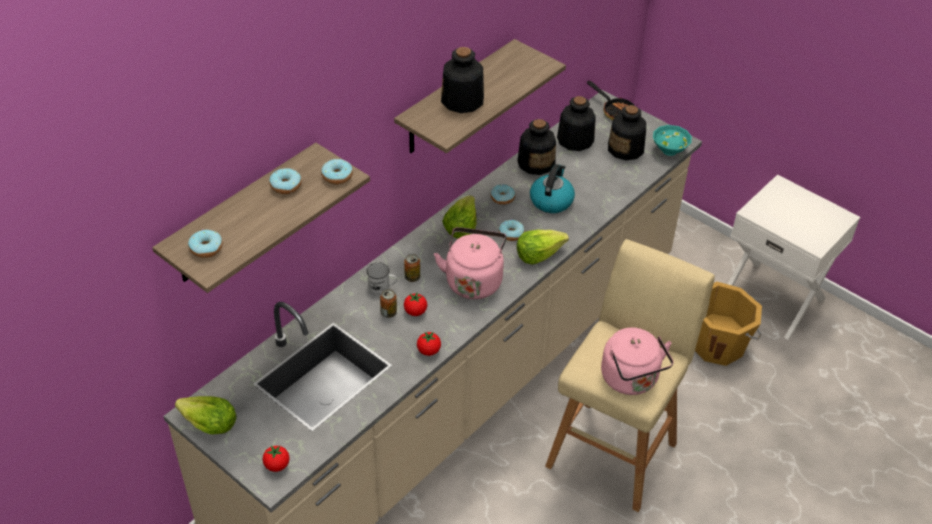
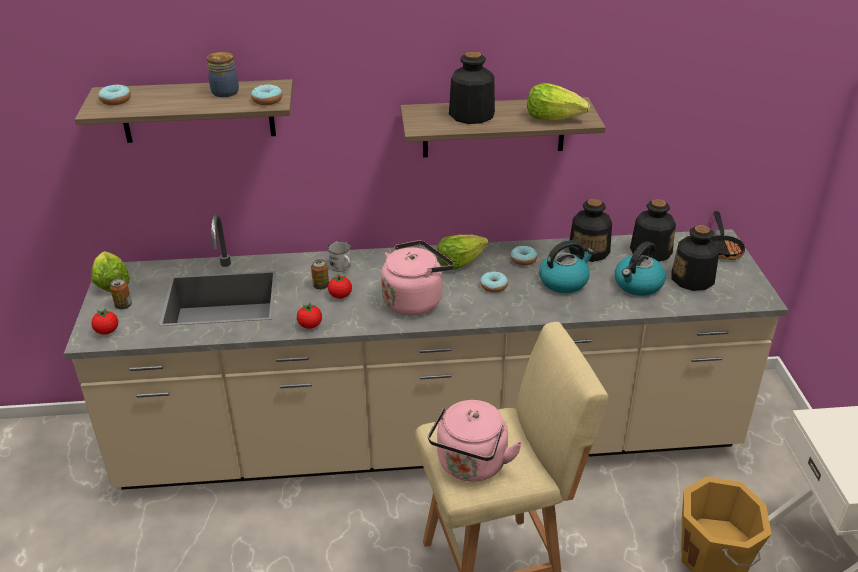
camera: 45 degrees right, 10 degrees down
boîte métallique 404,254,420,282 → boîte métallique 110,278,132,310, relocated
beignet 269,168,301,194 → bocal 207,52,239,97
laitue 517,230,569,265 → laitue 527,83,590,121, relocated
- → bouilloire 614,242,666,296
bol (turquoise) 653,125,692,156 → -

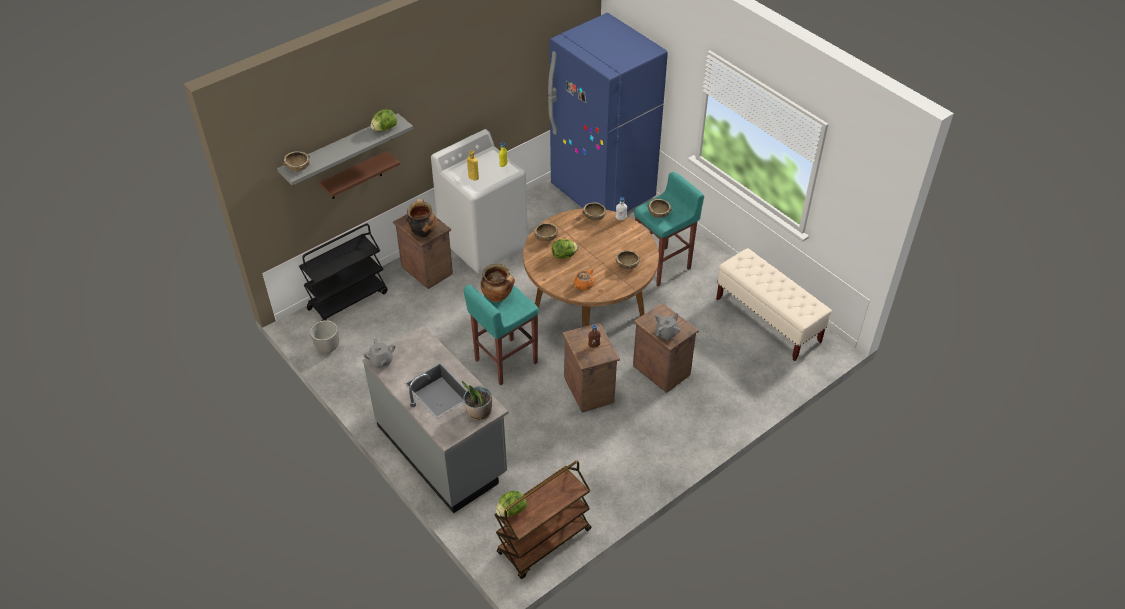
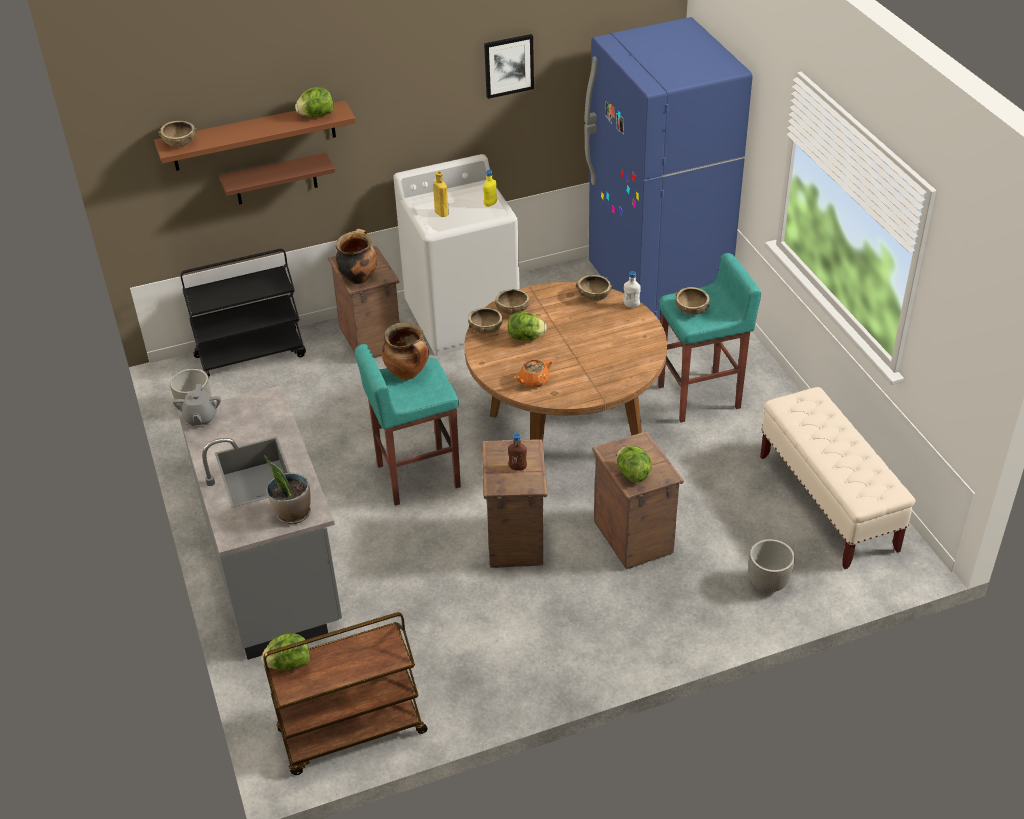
camera: 20 degrees right, 5 degrees down
étagère (gris) 277,113,413,186 → étagère (marron) 154,101,356,171
bol (marron) 616,250,640,270 → bol (marron) 468,307,504,334, relocated
- → tableau 484,34,534,99
théière (gris) 655,313,681,340 → laitue 617,446,652,483
- → cache-pot 749,539,795,593

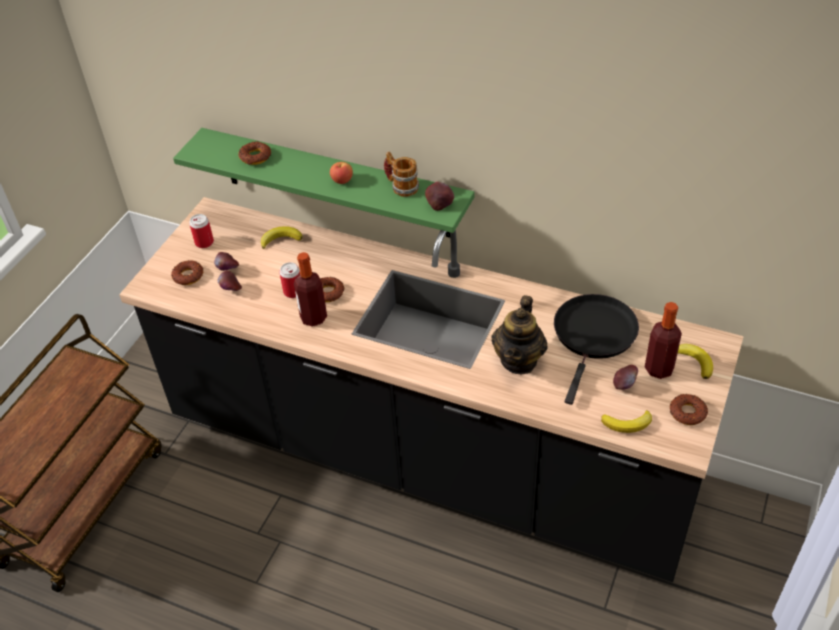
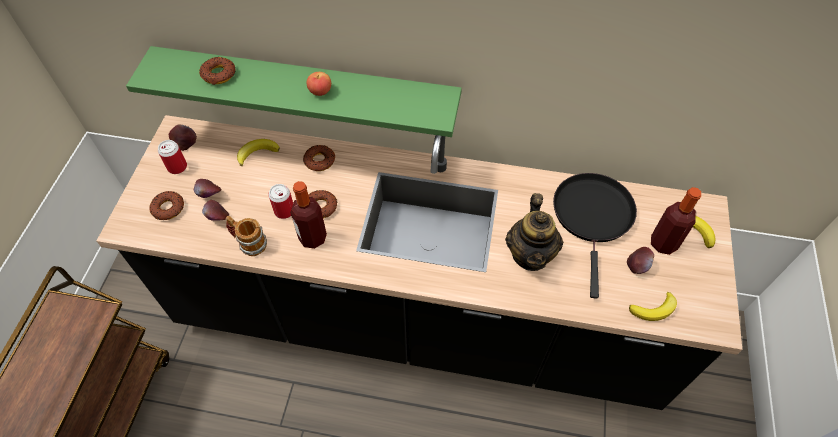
camera: 15 degrees left, 10 degrees up
pomme 425,181,454,211 → pomme 169,125,197,151, relocated
mug 384,152,419,197 → mug 226,216,267,256, relocated
beignet 670,394,708,425 → beignet 303,145,335,171, relocated

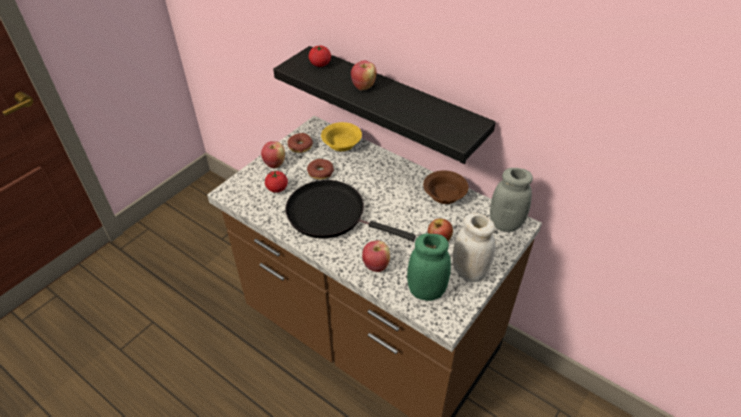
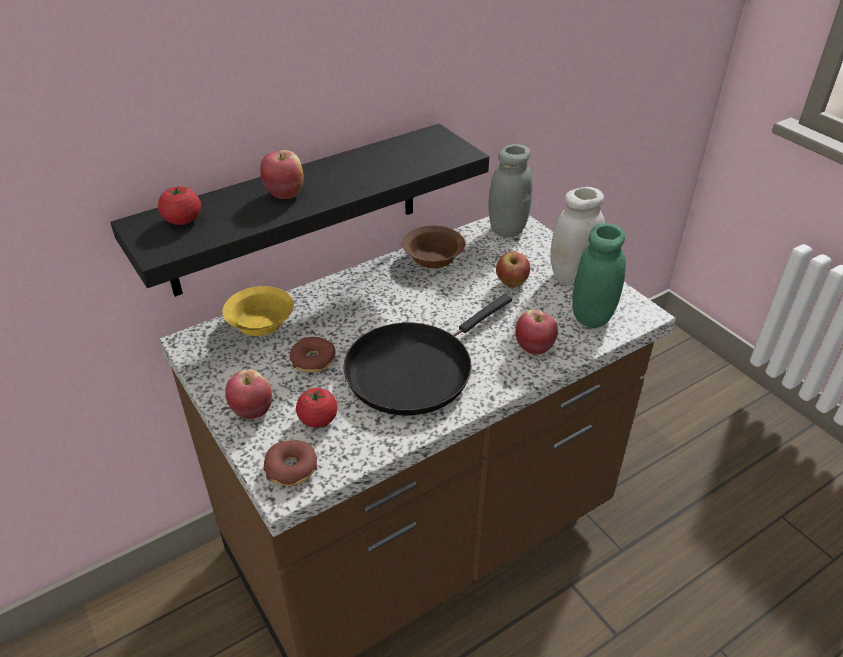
camera: 70 degrees left, 5 degrees down
beignet 288,133,313,153 → beignet 263,440,317,486, relocated

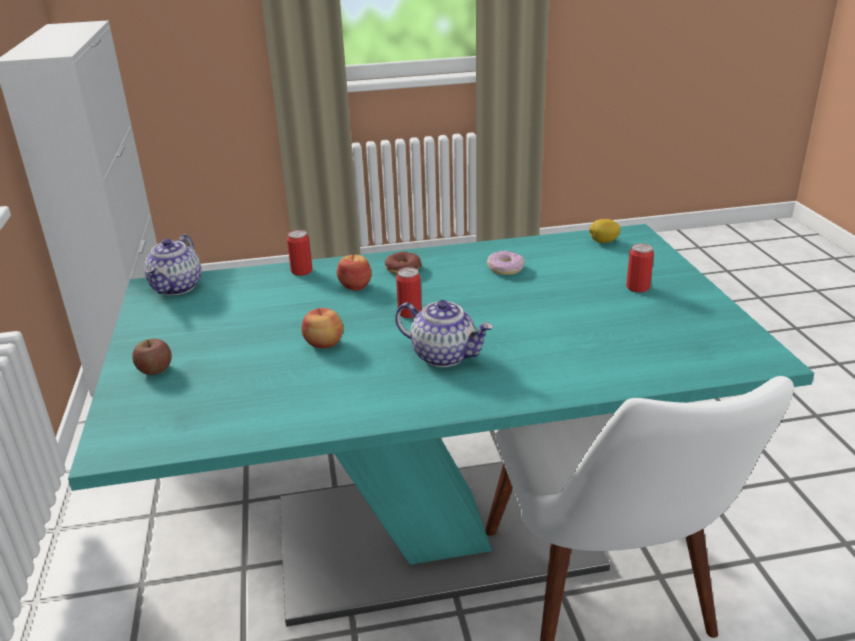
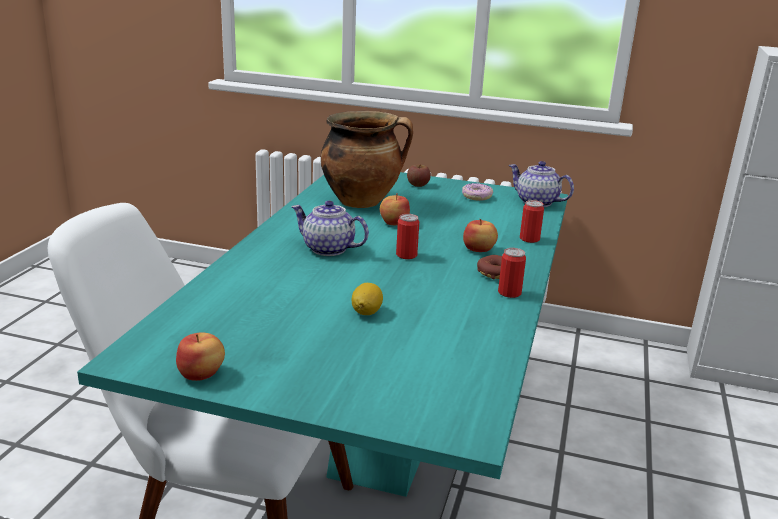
camera: 115 degrees right, 5 degrees down
- → pomme 176,333,225,381
théière 395,300,493,367 → théière 291,200,369,256, 60 degrees clockwise
- → marmite 321,111,413,208
citron 589,219,620,243 → citron 352,283,383,315, relocated
beignet 487,251,525,275 → beignet 462,183,493,201, relocated
boîte métallique 626,243,654,292 → boîte métallique 498,248,526,298, relocated

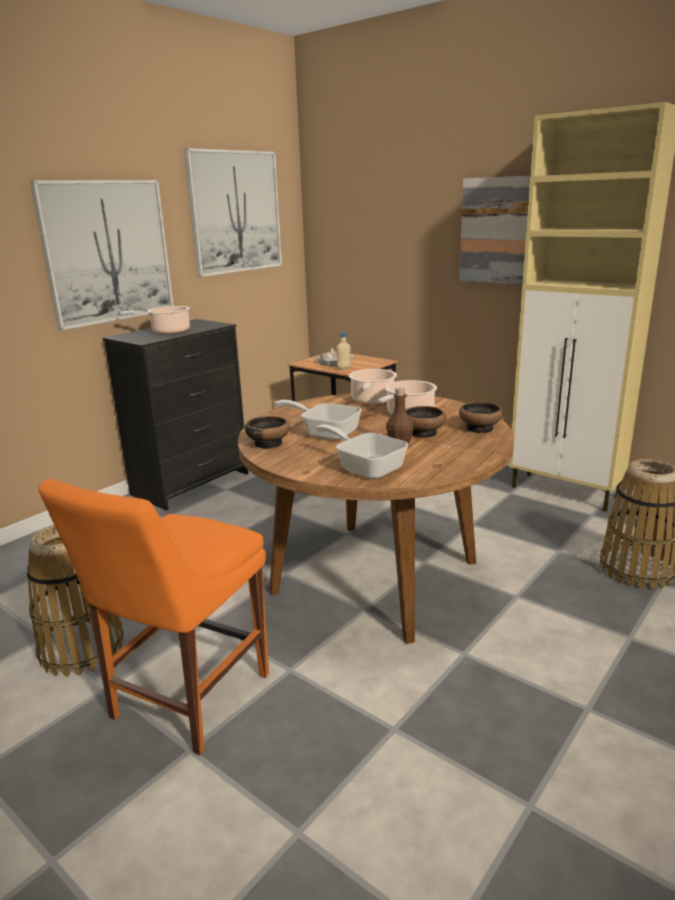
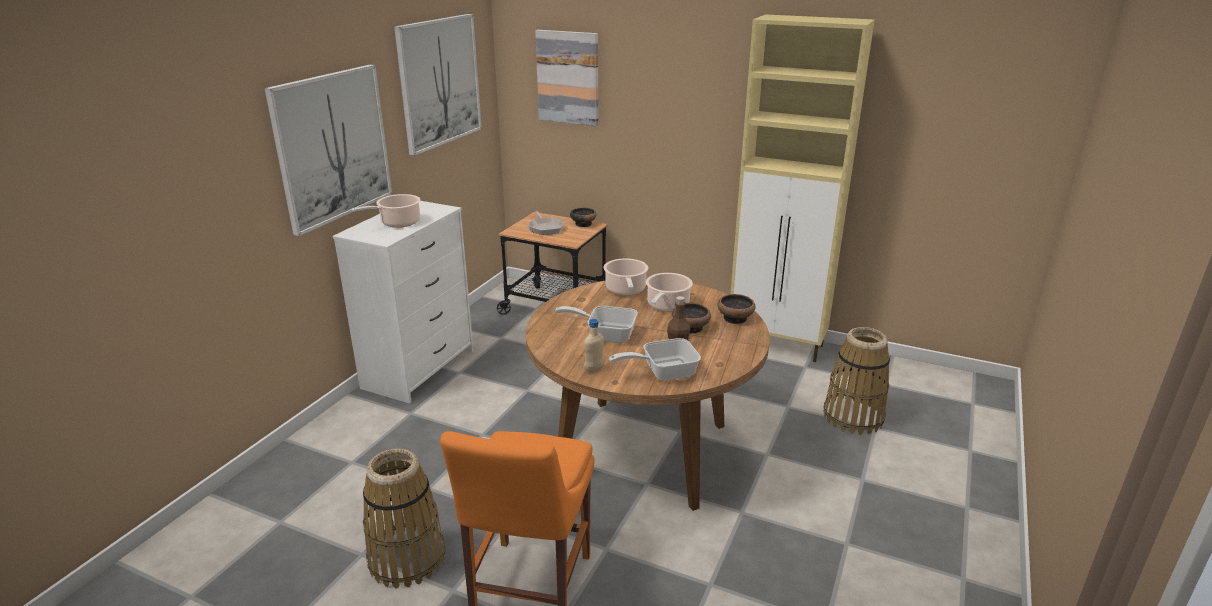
camera: 15 degrees left, 5 degrees up
commode (noir) 103,319,248,511 → commode (blanc) 333,201,474,404
tableau 459,176,530,285 → tableau 535,30,598,126, relocated
bol 245,416,290,449 → bol 570,208,597,227, relocated
bouteille (beige) 336,332,351,370 → bouteille (beige) 584,319,604,372, relocated
poêle 316,425,408,480 → poêle 609,338,701,381, 45 degrees counterclockwise

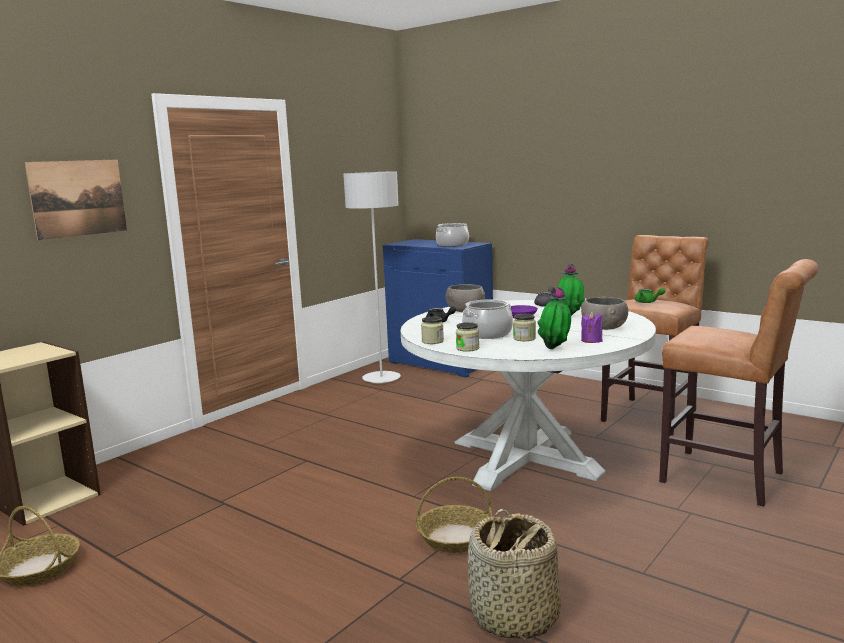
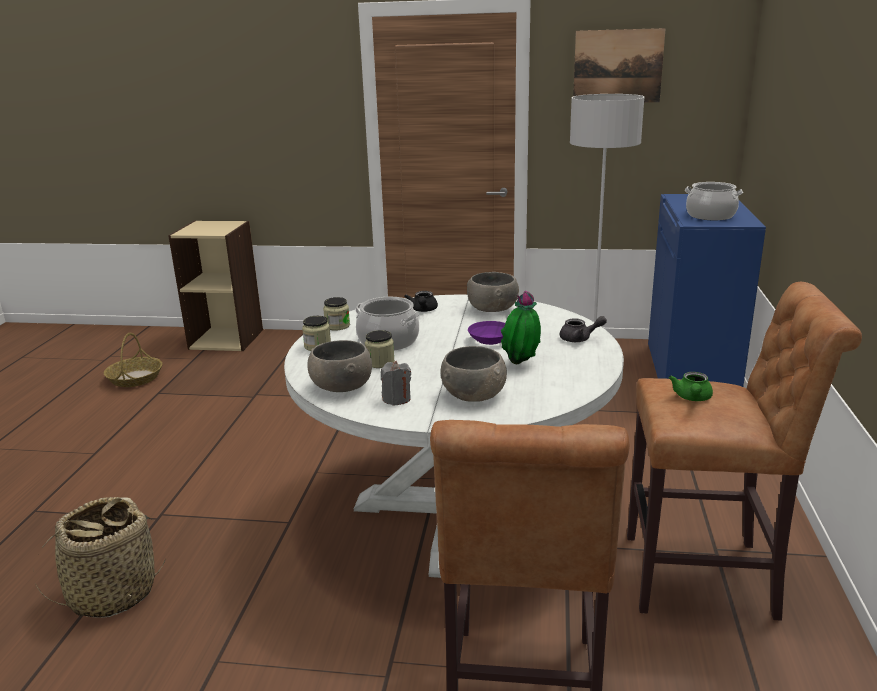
camera: 60 degrees right, 10 degrees up
plante en pot 537,287,571,349 → bol (gris) 307,340,372,392
bougie (violet) 581,311,602,343 → bougie (gris) 381,361,411,406
tableau 25,159,127,240 → tableau 573,28,666,103, relocated
panier 416,477,493,553 → -

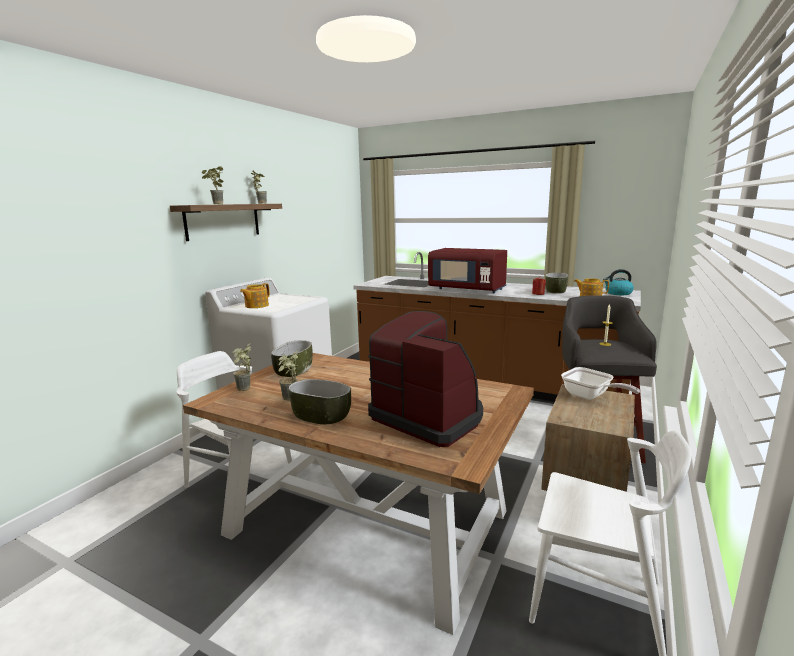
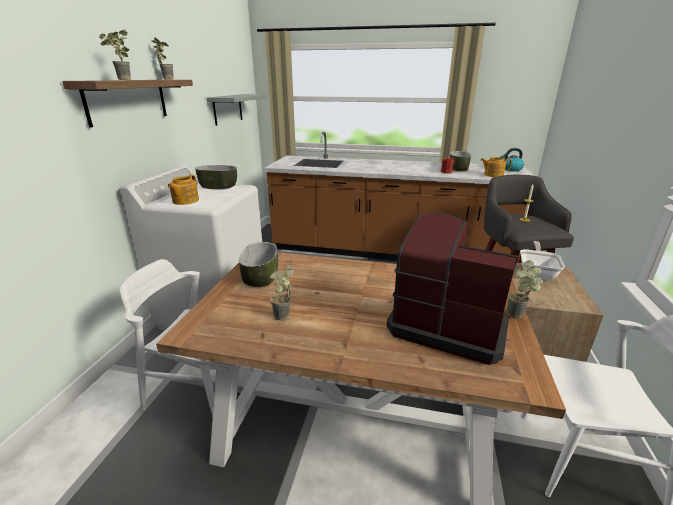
camera: 15 degrees left, 10 degrees up
bol 289,379,351,425 → bol 195,165,237,189, relocated
- → étagère (gris) 207,94,267,126
plante en pot 232,342,251,391 → plante en pot 507,260,543,319, relocated
poêle 561,367,640,400 → poêle 520,241,565,280, 105 degrees counterclockwise
micro-ondes (rouge) 428,248,507,293 → -

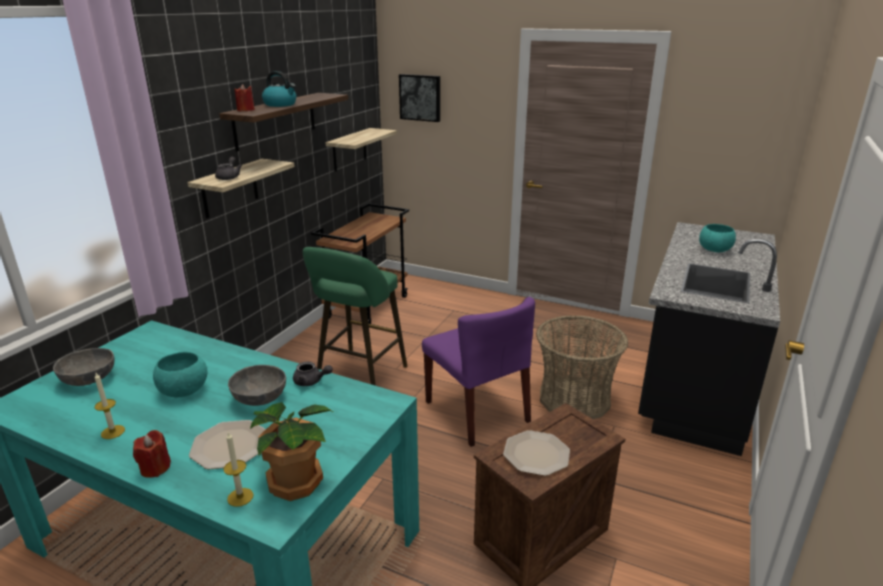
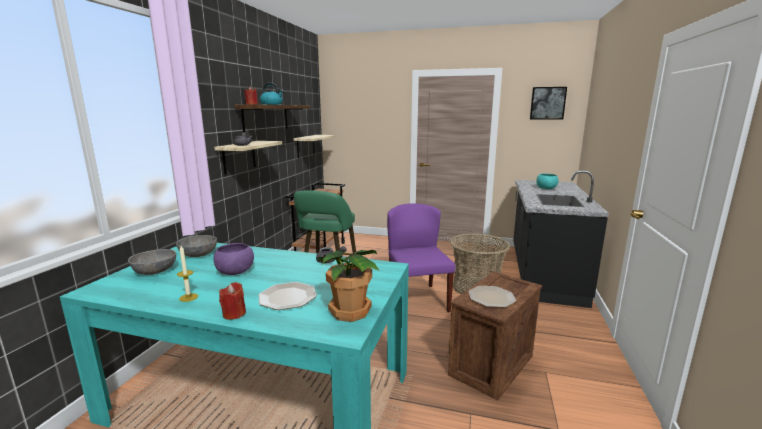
camera: 10 degrees left, 10 degrees down
bol (gris) 228,365,286,406 → bol (gris) 176,235,217,257, relocated
bol (turquoise) 153,352,207,398 → bol (violet) 213,243,254,275
chaise (violet) 422,297,535,447 → chaise (violet) 387,204,456,312, 150 degrees counterclockwise
tableau 399,74,440,122 → tableau 530,87,567,120, relocated
bougie 223,432,254,507 → -

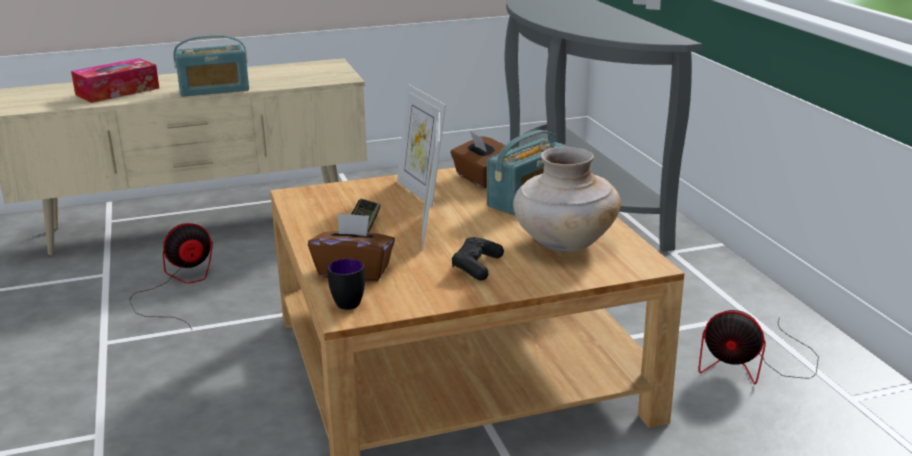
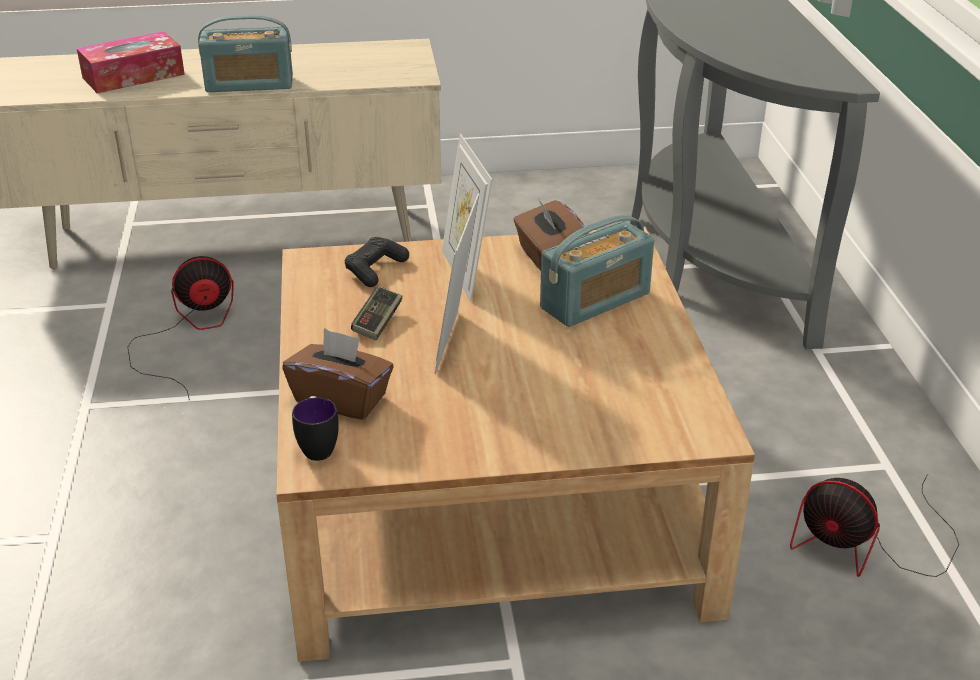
camera: 10 degrees right, 10 degrees up
manette (noir) 452,237,504,281 → manette (noir) 345,237,409,287, relocated
vase (beige) 513,147,621,252 → -

